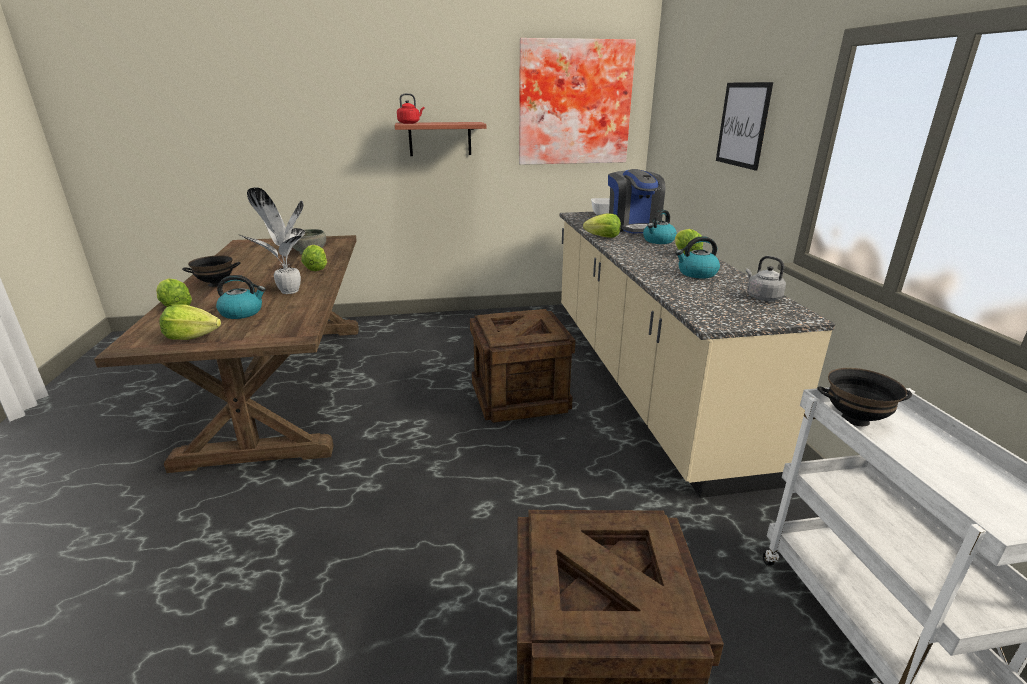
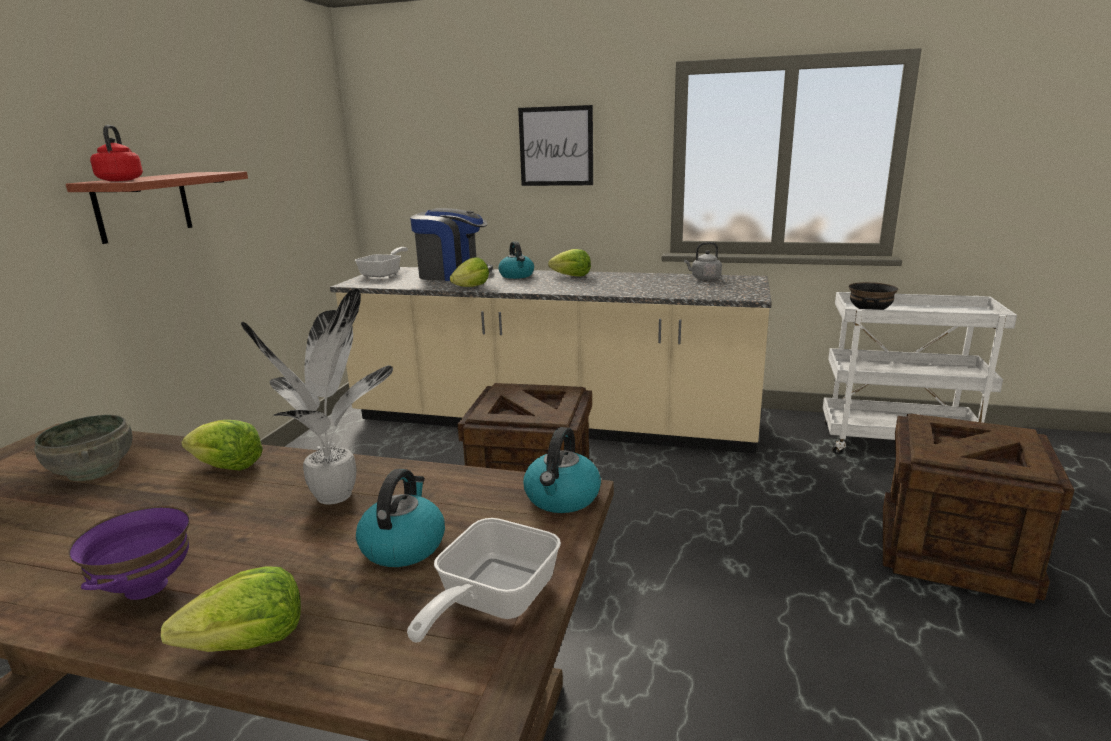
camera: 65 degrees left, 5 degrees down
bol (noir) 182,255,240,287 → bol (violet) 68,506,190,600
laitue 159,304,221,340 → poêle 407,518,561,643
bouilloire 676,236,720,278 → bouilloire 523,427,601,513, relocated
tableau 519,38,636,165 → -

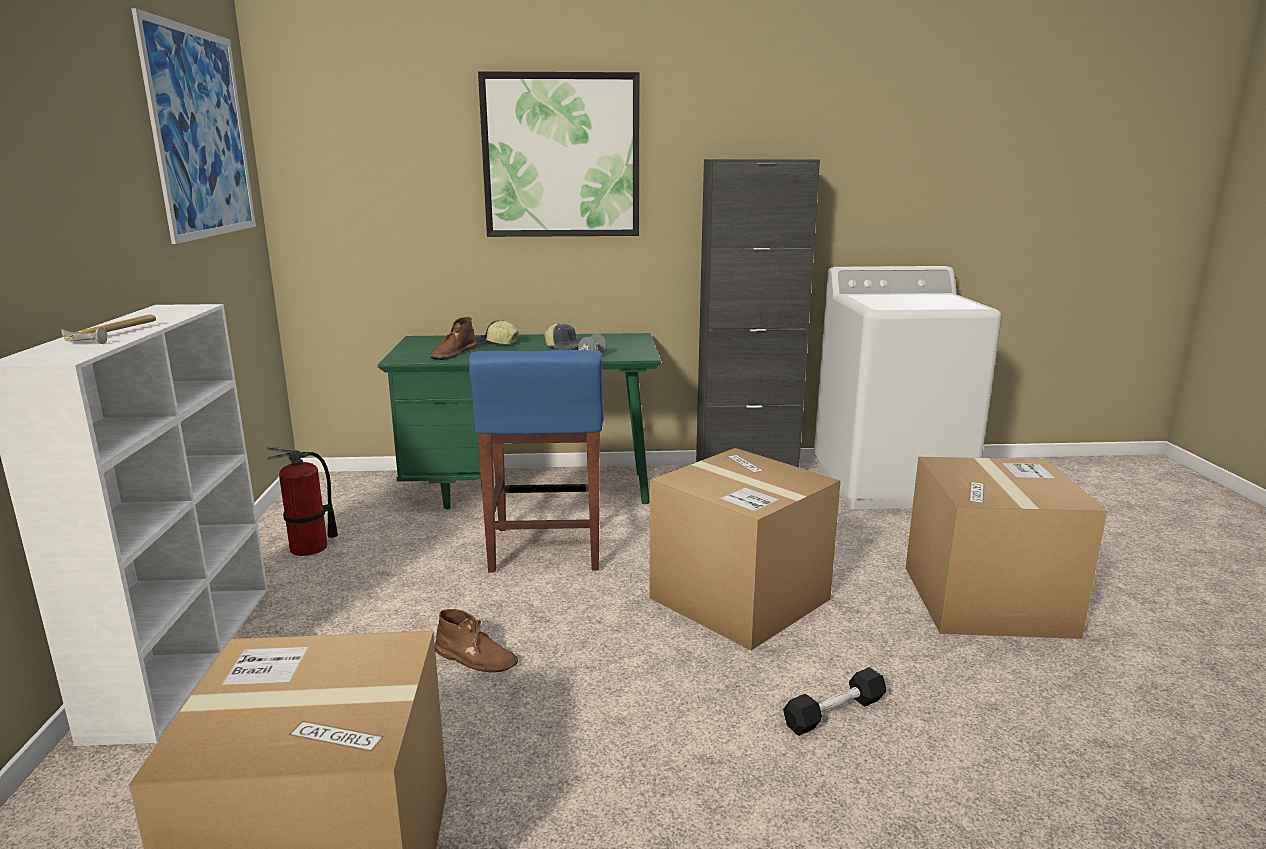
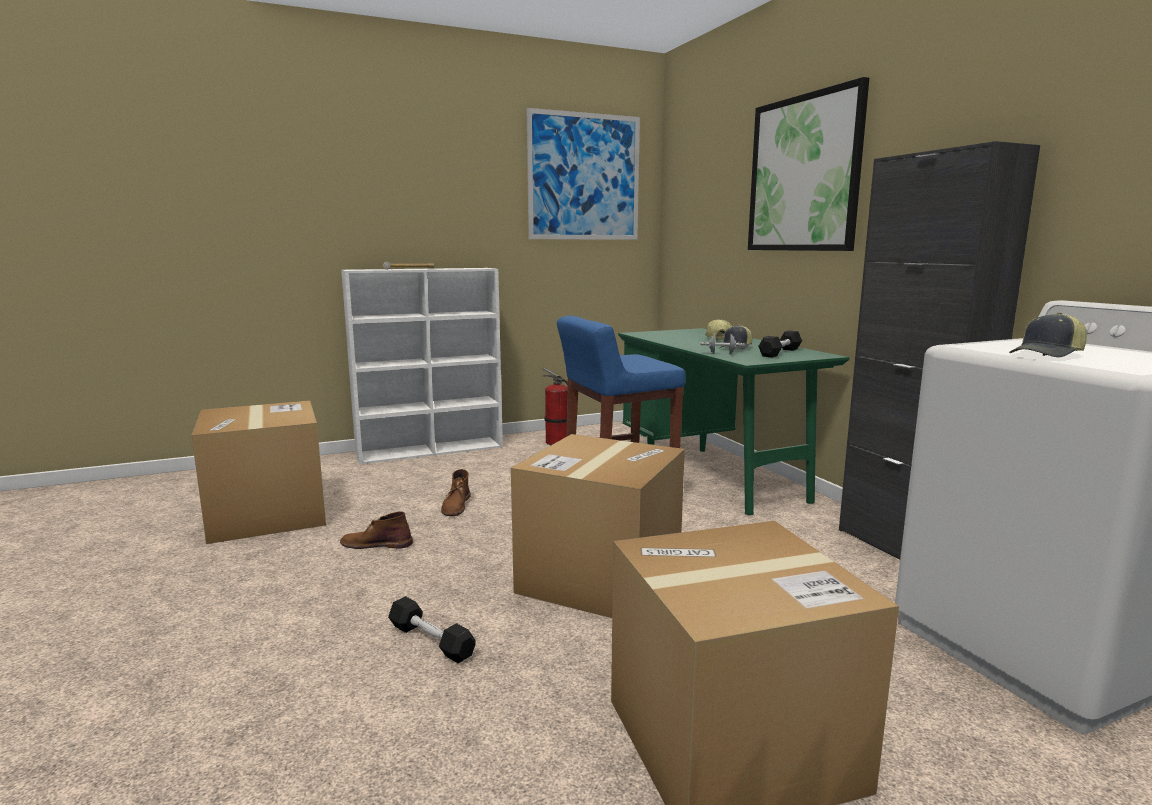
camera: 70 degrees right, 5 degrees down
botte (marron) 430,317,477,360 → botte (marron) 340,511,413,549, relocated
- → haltère (noir) 758,331,802,358
- → casquette 1009,312,1087,358

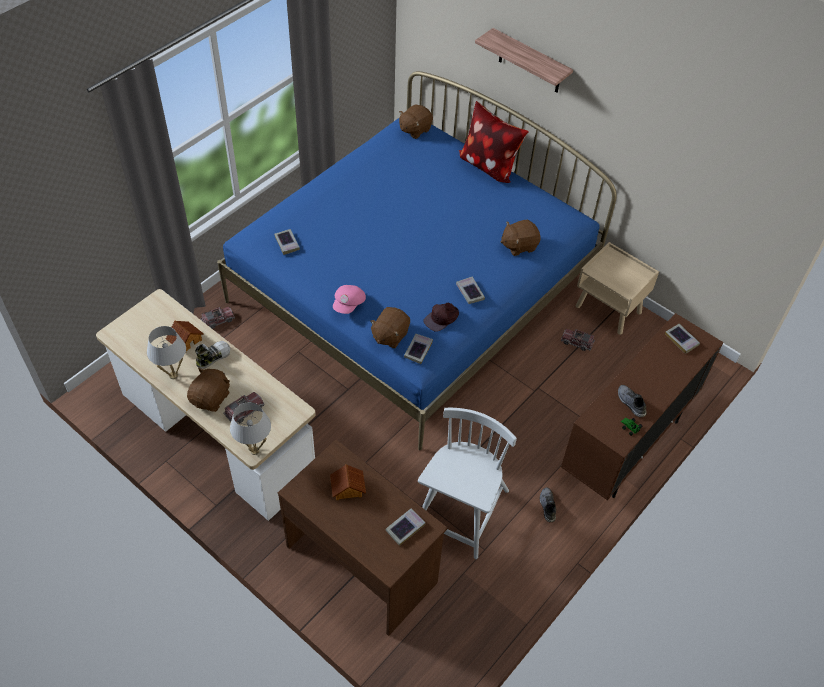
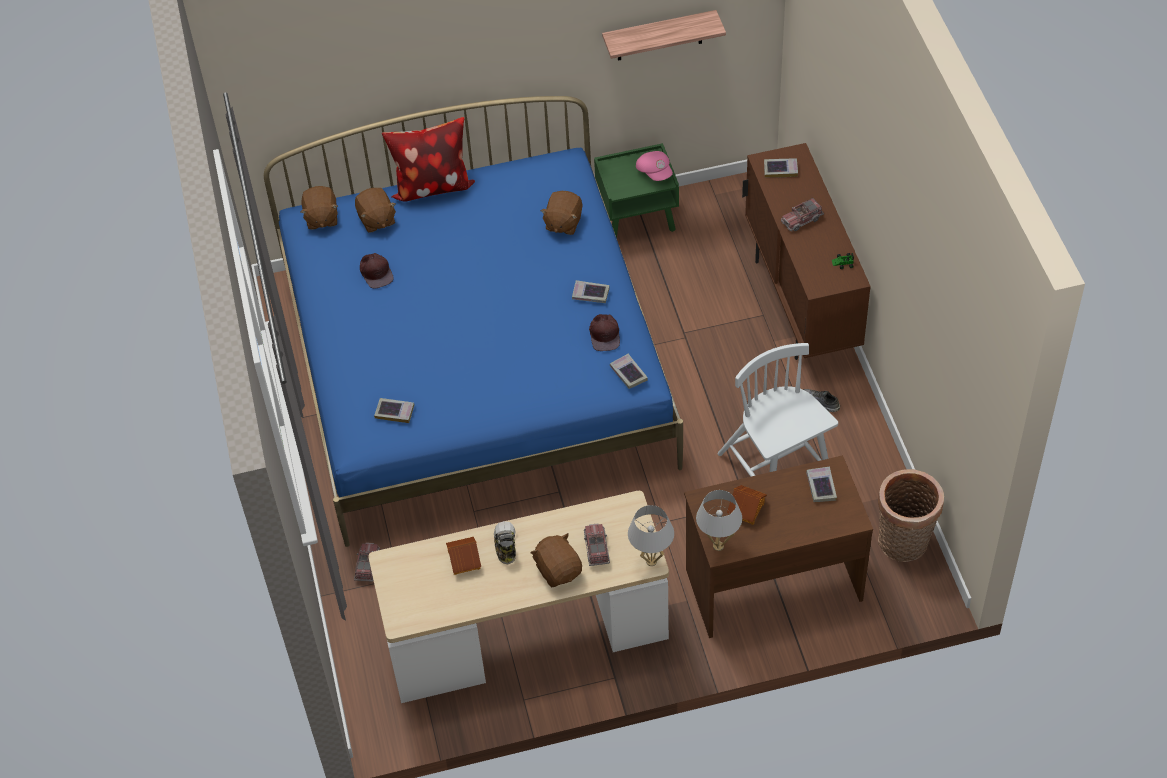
camera: 50 degrees left, 0 degrees up
peluche (marron) 370,307,410,348 → peluche (marron) 355,188,396,233, relocated
- → casquette (marron) 360,253,394,289
table de chevet (beige) 576,242,659,335 → table de chevet (vert) 594,143,679,238
étagère 475,28,573,93 → étagère 602,10,726,61, relocated
casquette (rose) 333,285,366,314 → casquette (rose) 636,151,673,181, relocated
lampe de table (blanc) 147,326,186,379 → lampe de table (blanc) 696,490,742,551, relocated
camion jouet 561,329,595,351 → camion jouet 781,198,824,232, relocated
- → panier 878,469,944,562
chaussure (gris) 618,385,647,417 → -

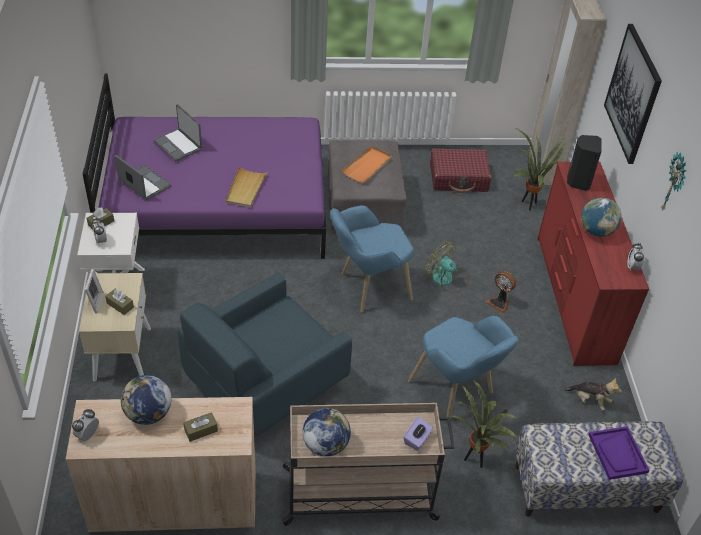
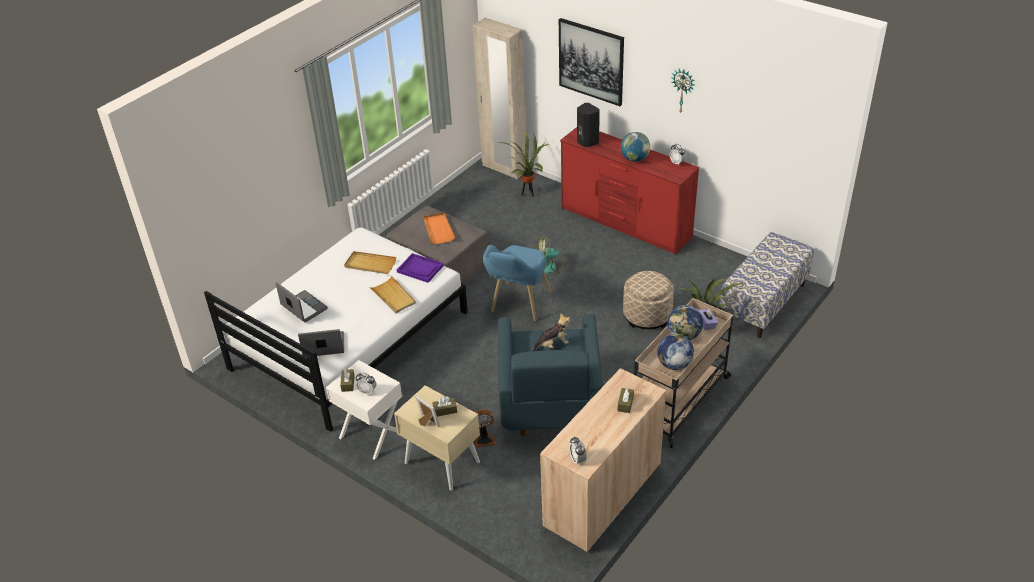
camera: 45 degrees left, 5 degrees down
lit (violet) 83,73,326,259 → lit (blanc) 204,227,468,432
ordinateur portable 153,104,202,161 → ordinateur portable 276,282,328,322, 135 degrees counterclockwise
- → plateau (beige) 344,251,396,274
plateau (violet) 589,426,649,480 → plateau (violet) 397,253,444,283, relocated
ventilateur 486,271,516,313 → ventilateur 474,410,497,448, relocated
peluche 564,378,621,411 → peluche 531,313,570,351, relocated
fauteuil (bleu) 408,316,519,422 → pouf (beige) 623,271,674,329
globe 121,375,172,425 → globe 667,305,703,340, relocated
valise (rouge) 430,148,492,193 → -

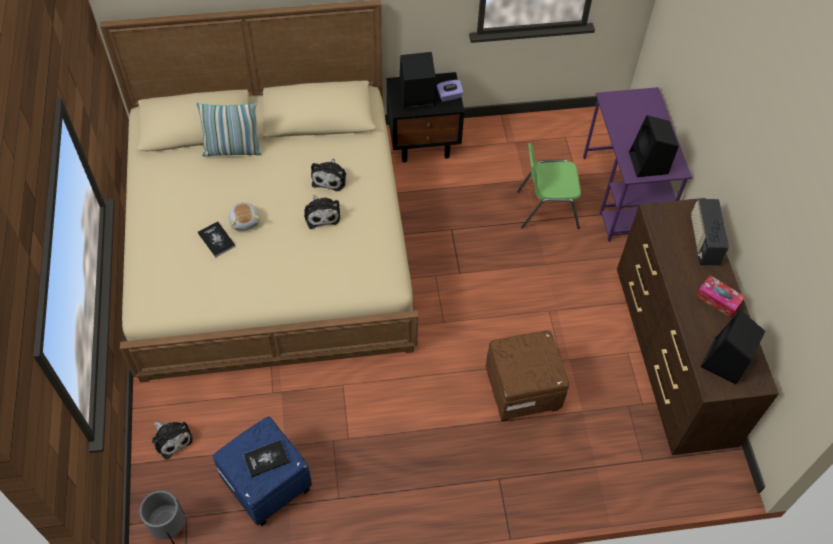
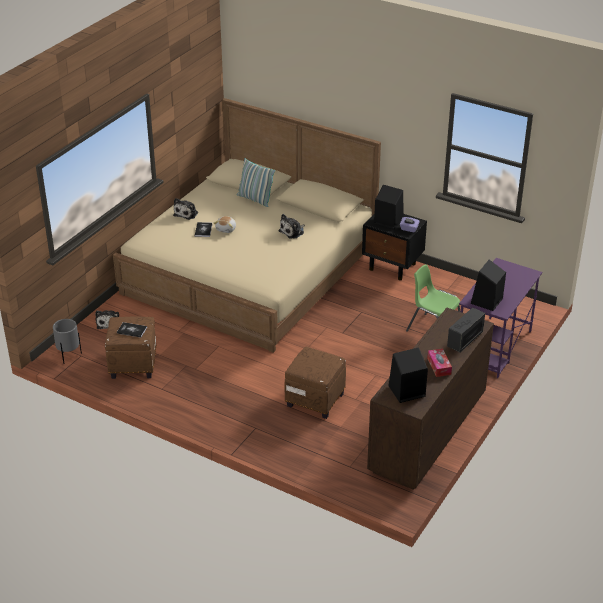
camera: 40 degrees right, 20 degrees down
pouf (bleu) 213,416,312,526 → pouf (marron) 105,317,156,379
peluche 304,195,340,229 → peluche 173,198,198,220, relocated

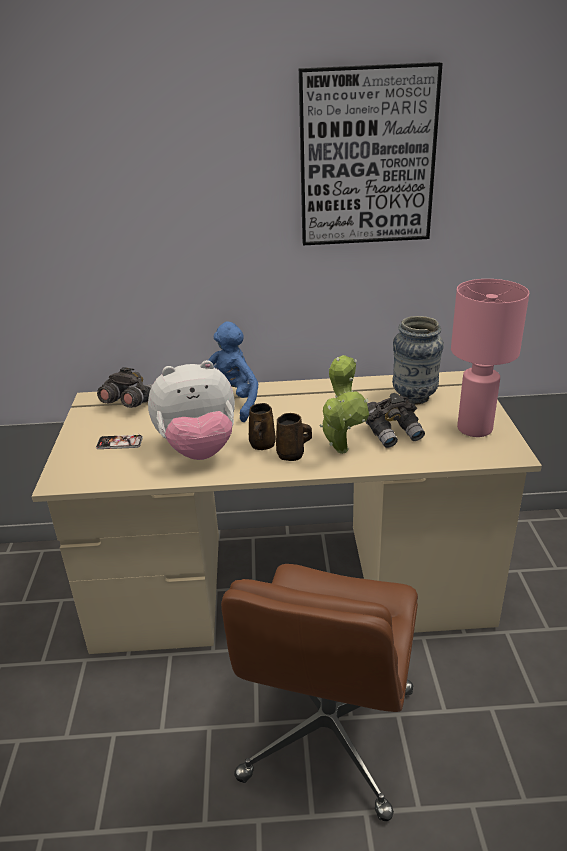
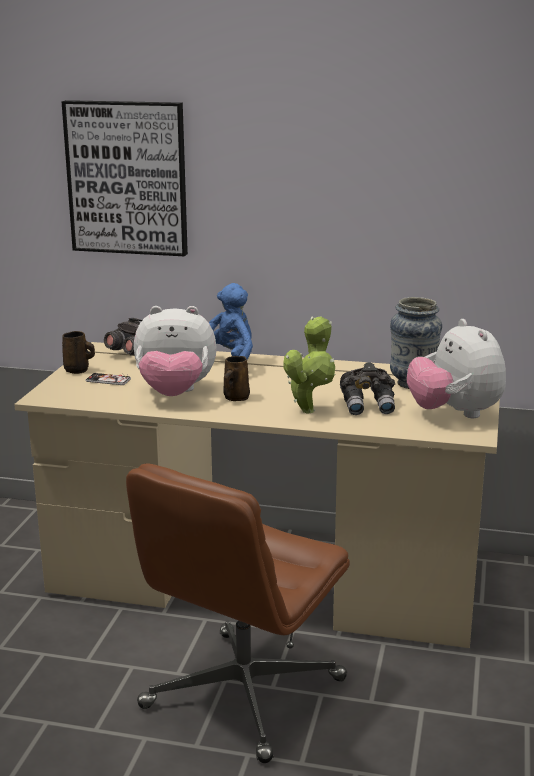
camera: 15 degrees right, 10 degrees down
tableau 299,62,443,245 → tableau 62,100,188,256, relocated
mug (marron) 276,413,312,461 → mug (marron) 62,331,95,374, relocated
lampe de table (rose) 451,279,529,437 → peluche 407,319,506,418

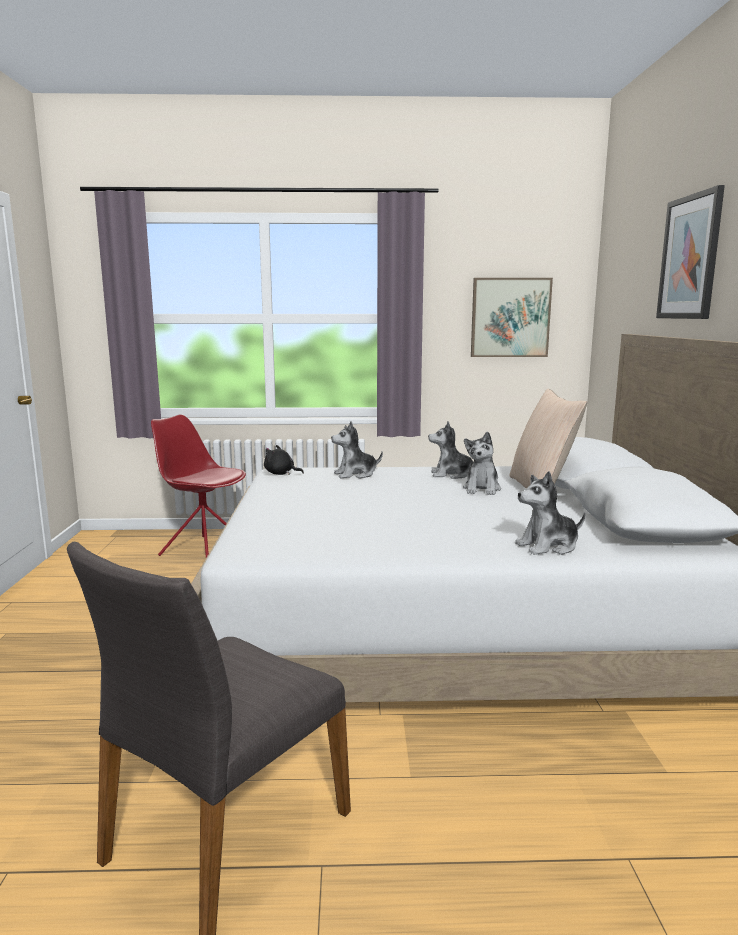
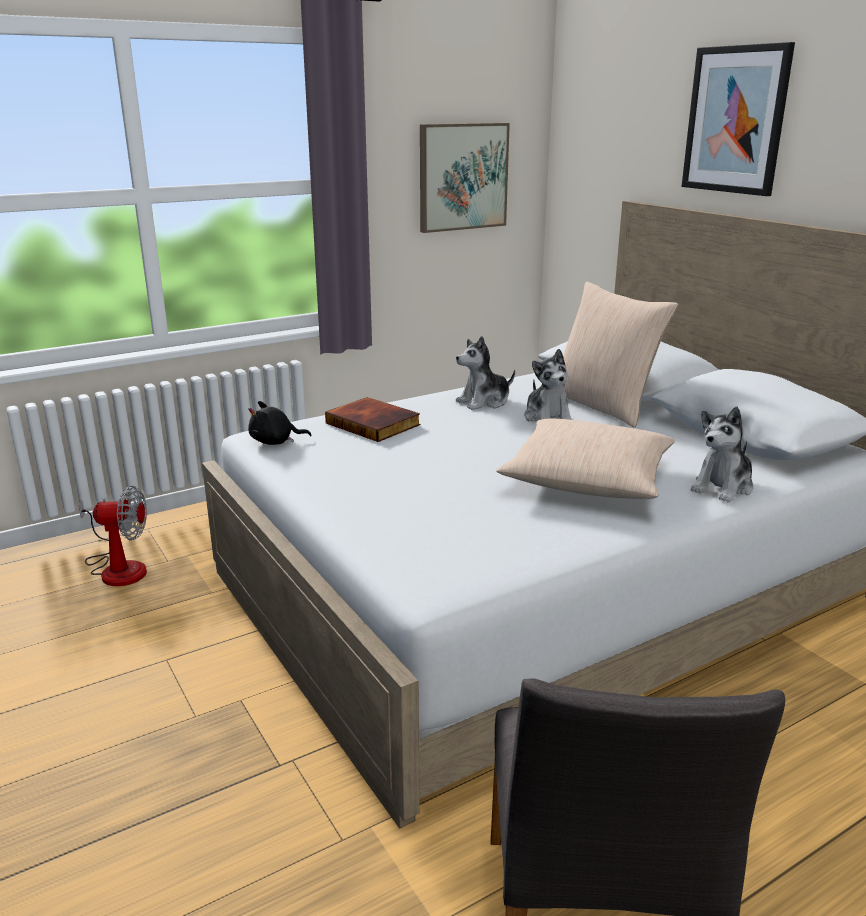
camera: 30 degrees left, 10 degrees up
chaise (rouge) 151,414,246,558 → ventilateur 78,486,147,586
peluche 331,422,383,479 → livre 325,397,420,442
- → coussin (beige) 496,419,675,499

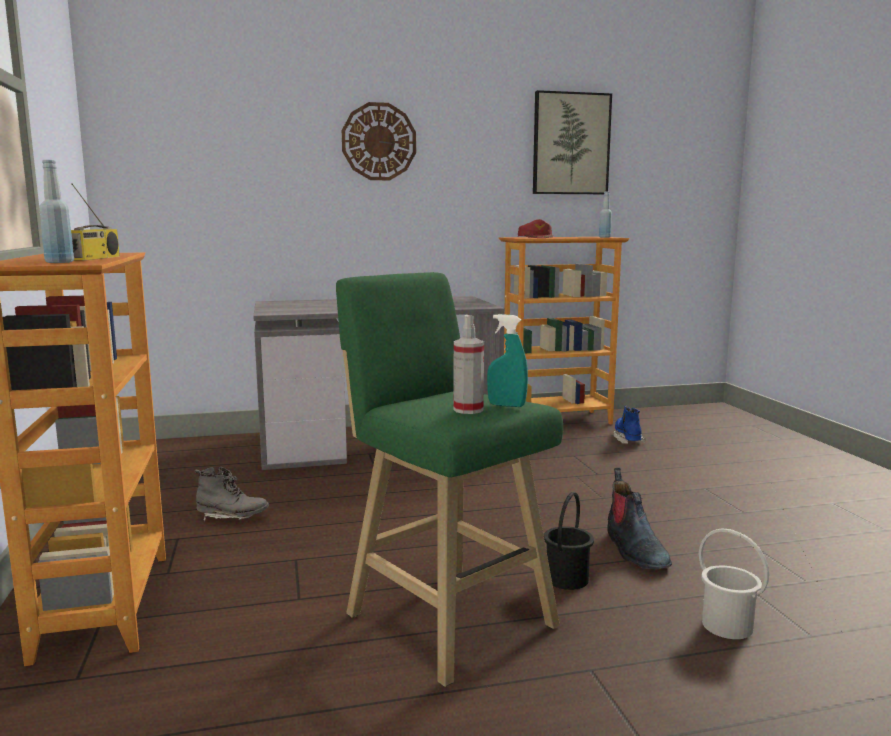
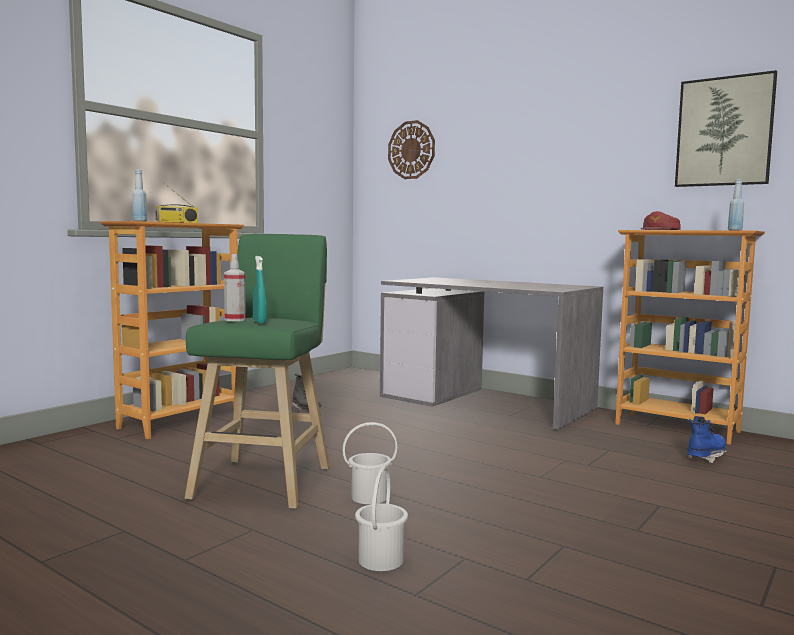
camera: 50 degrees right, 5 degrees down
seau (noir) 544,492,594,590 → seau (blanc) 342,422,397,504
horloge murale 342,102,416,180 → horloge murale 388,120,435,179, relocated
botte 607,468,672,569 → -

